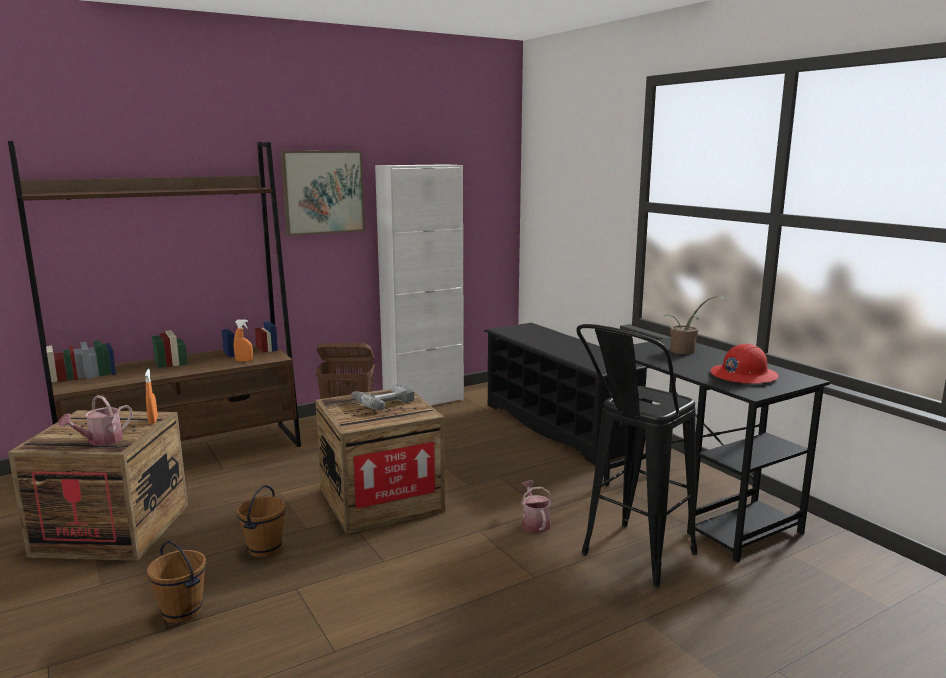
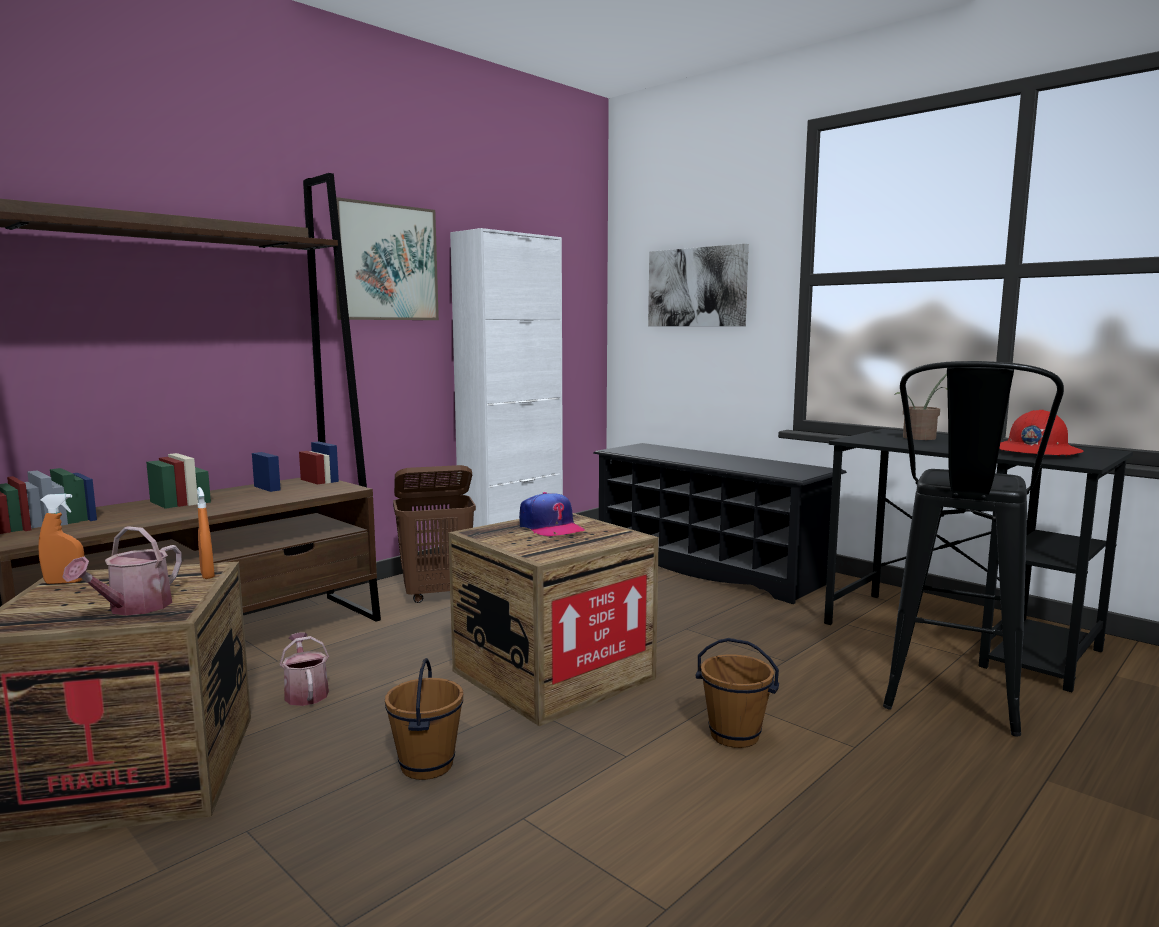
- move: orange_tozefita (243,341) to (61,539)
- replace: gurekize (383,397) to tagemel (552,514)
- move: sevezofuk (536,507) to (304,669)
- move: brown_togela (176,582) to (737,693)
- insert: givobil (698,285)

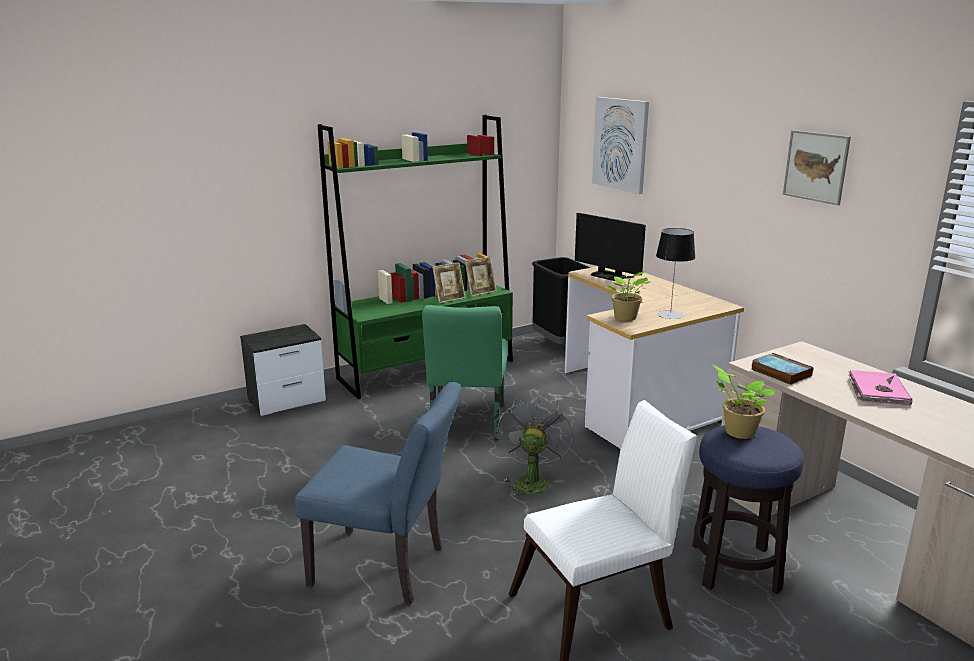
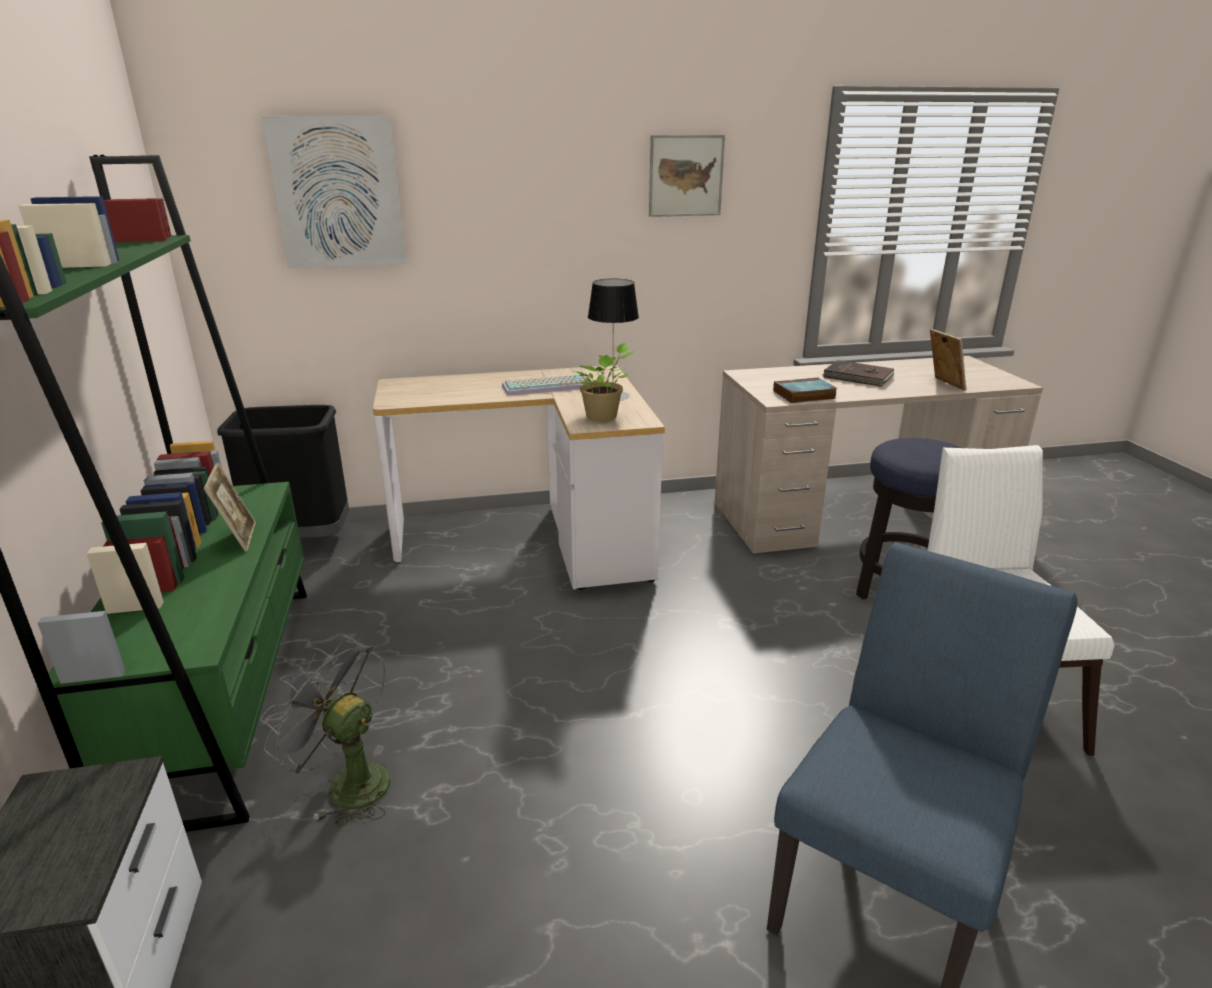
- delete: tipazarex (610,247)
- move: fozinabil (480,277) to (948,360)
- delete: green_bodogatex (465,373)
- delete: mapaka (743,402)
- recolor: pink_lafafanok (880,388) to brown_lafafanok (859,373)
- move: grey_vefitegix (535,447) to (325,731)
- insert: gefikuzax (547,385)

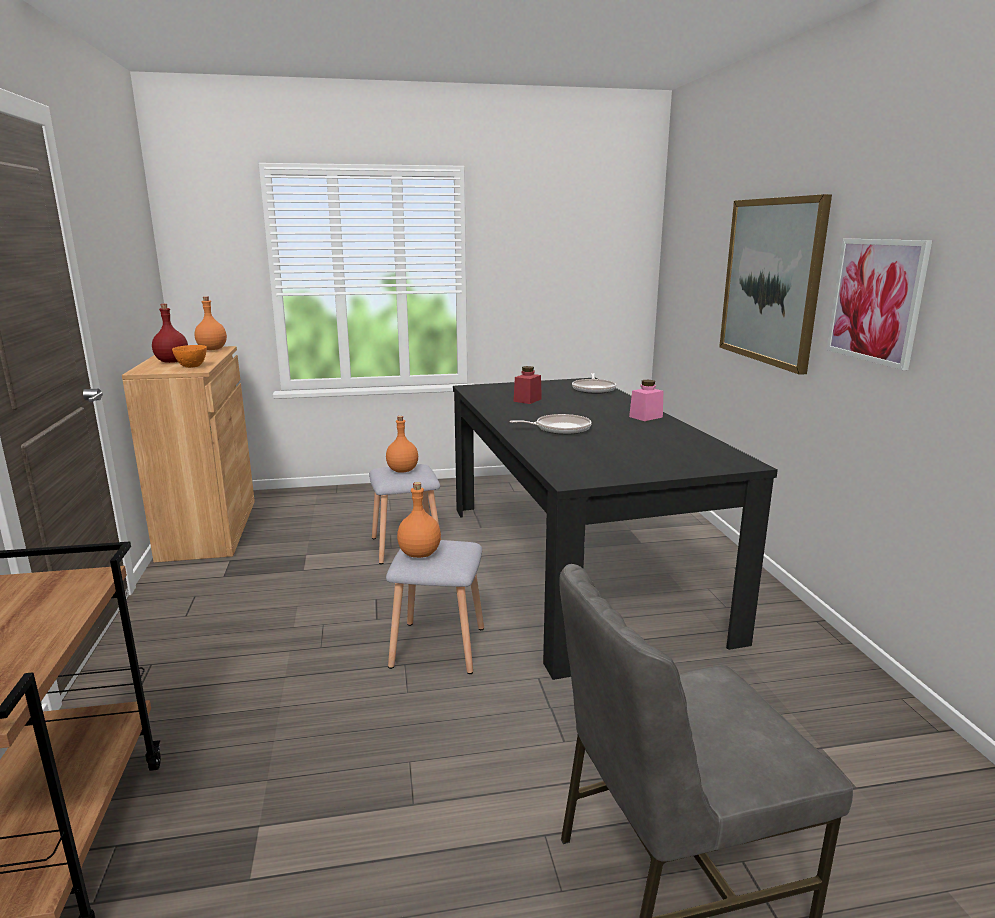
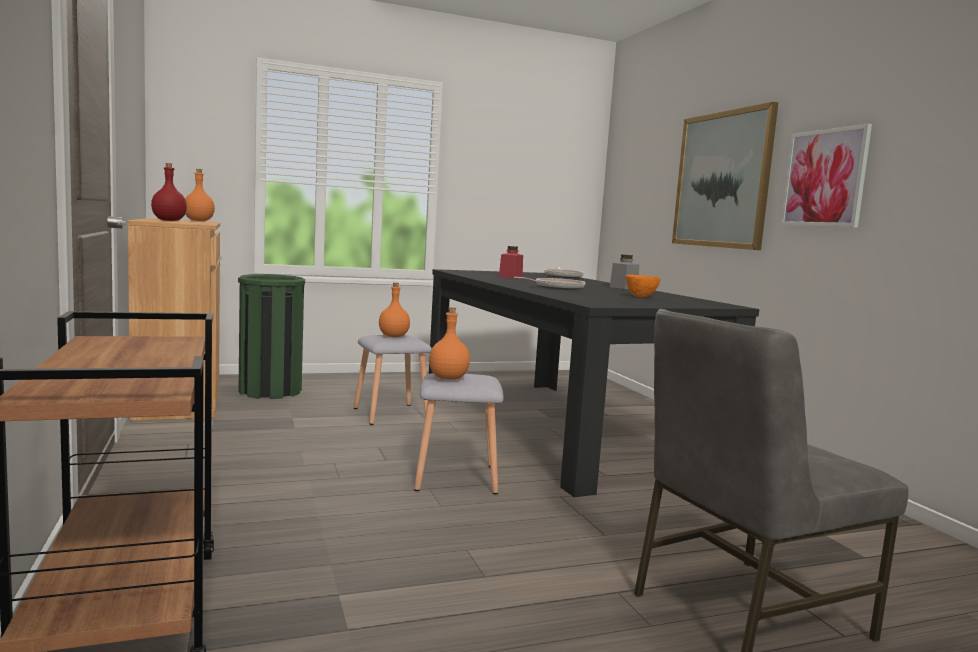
- move: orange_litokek (189,356) to (643,286)
- recolor: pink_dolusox (646,400) to grey_dolusox (624,272)
- insert: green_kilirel (271,336)

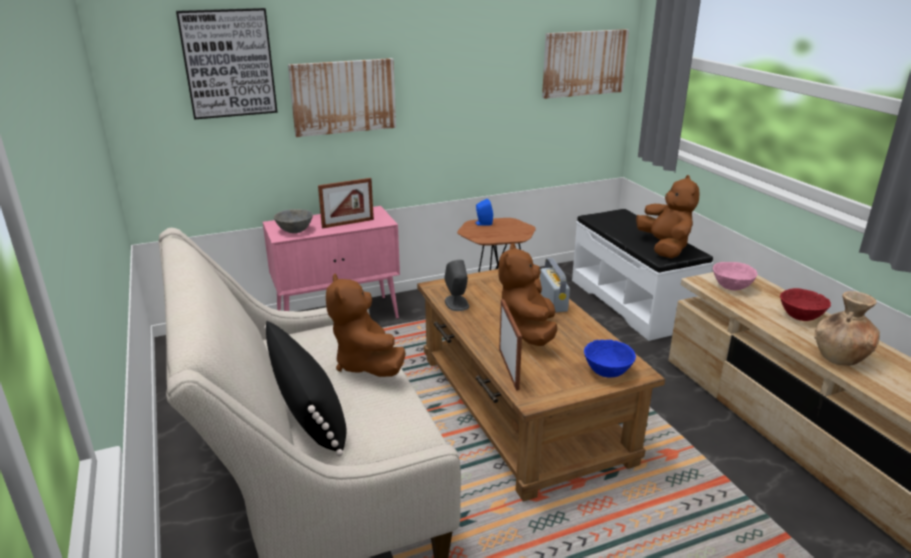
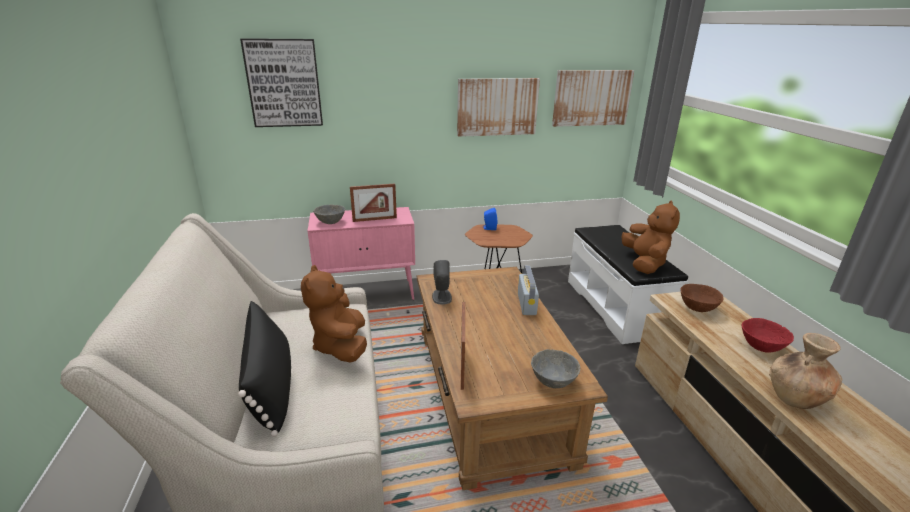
- move: givobil (342,97) to (498,107)
- delete: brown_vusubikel (527,294)
- recolor: pink_litokek (735,276) to brown_litokek (702,298)
- recolor: blue_litokek (610,359) to grey_litokek (555,368)

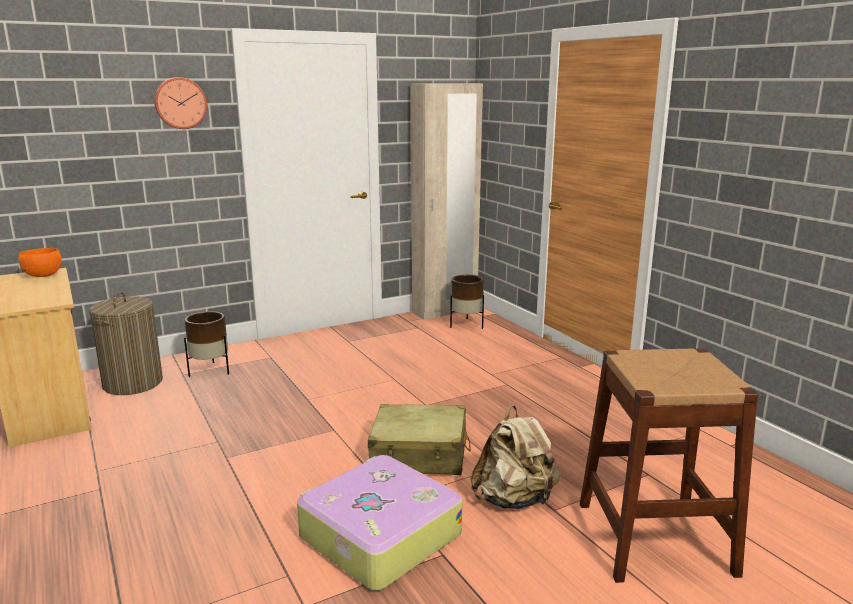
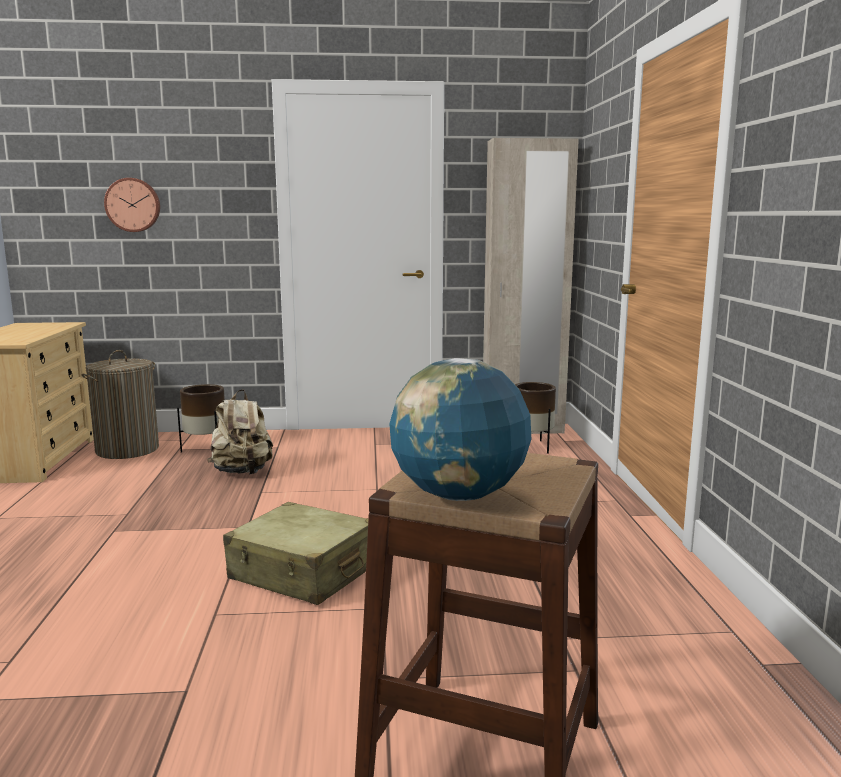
- move: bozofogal (180,103) to (132,205)
- delete: orange_litokek (40,262)
- move: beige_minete (515,457) to (240,432)
- delete: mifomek (380,522)
- insert: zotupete (460,429)

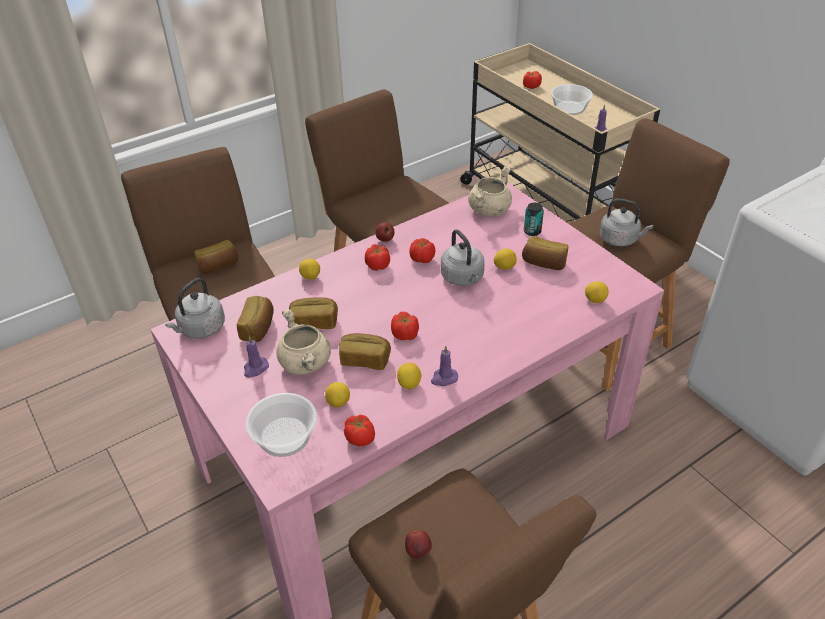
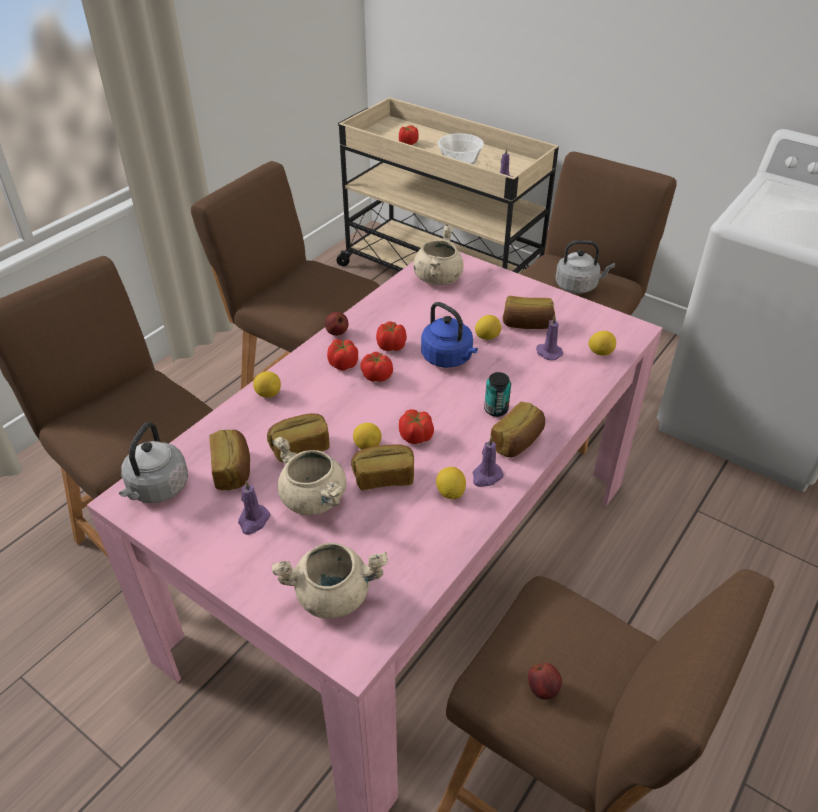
- move: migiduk (534,219) to (497,394)
- recolor: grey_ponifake (463,257) to blue_ponifake (449,335)
- move: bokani (216,257) to (517,429)
- move: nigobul (337,394) to (367,436)
- replace: litokek (281,425) to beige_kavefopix (330,581)
- move: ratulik (359,430) to (376,367)
- insert: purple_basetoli (549,337)

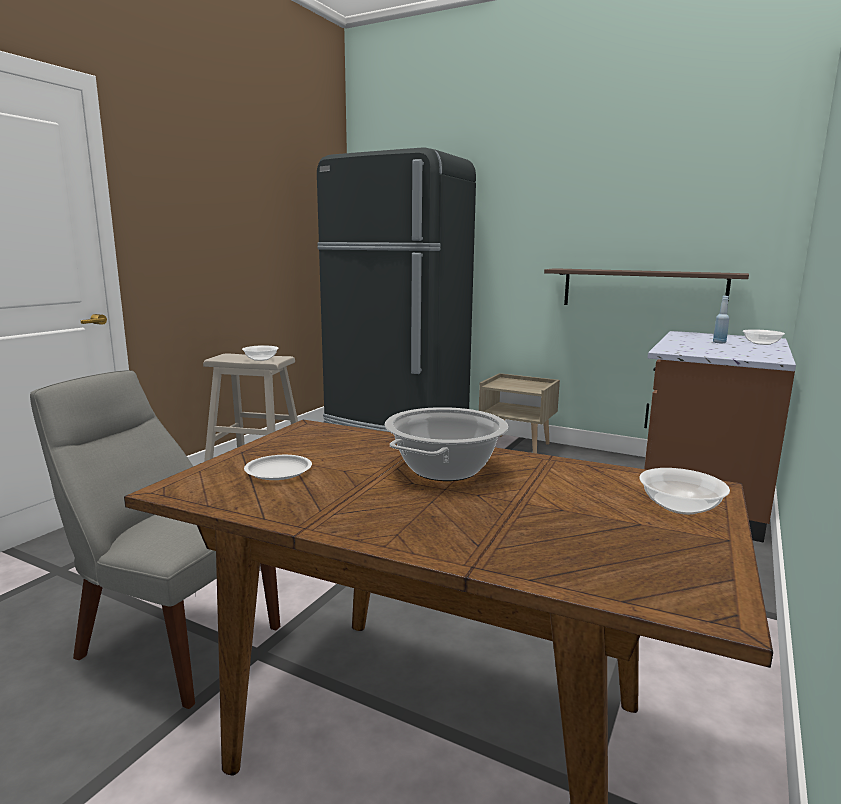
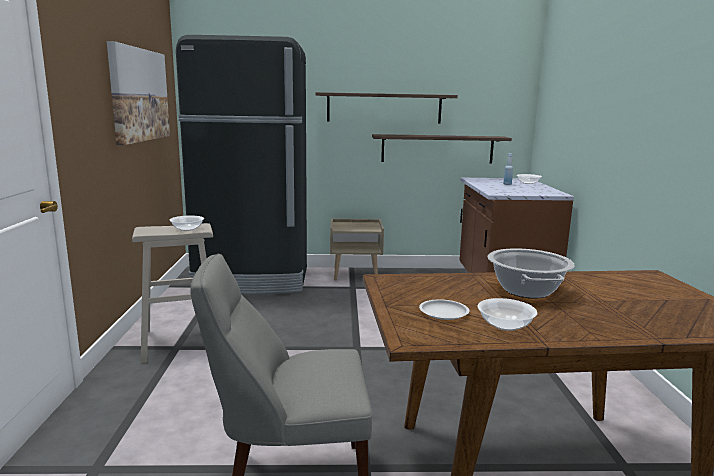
- move: litokek (684,491) to (507,314)
- insert: givobil (138,93)
- insert: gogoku (387,108)

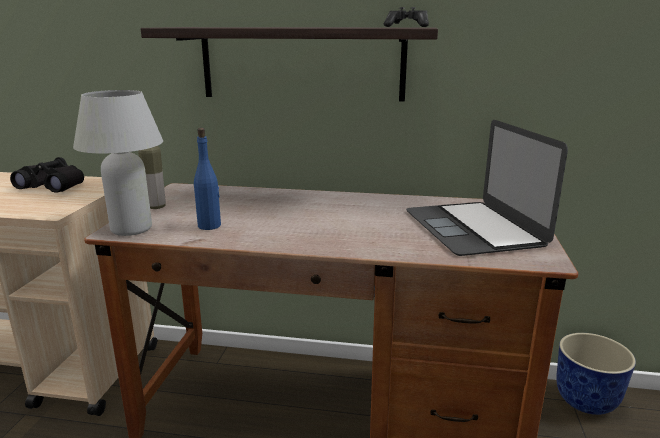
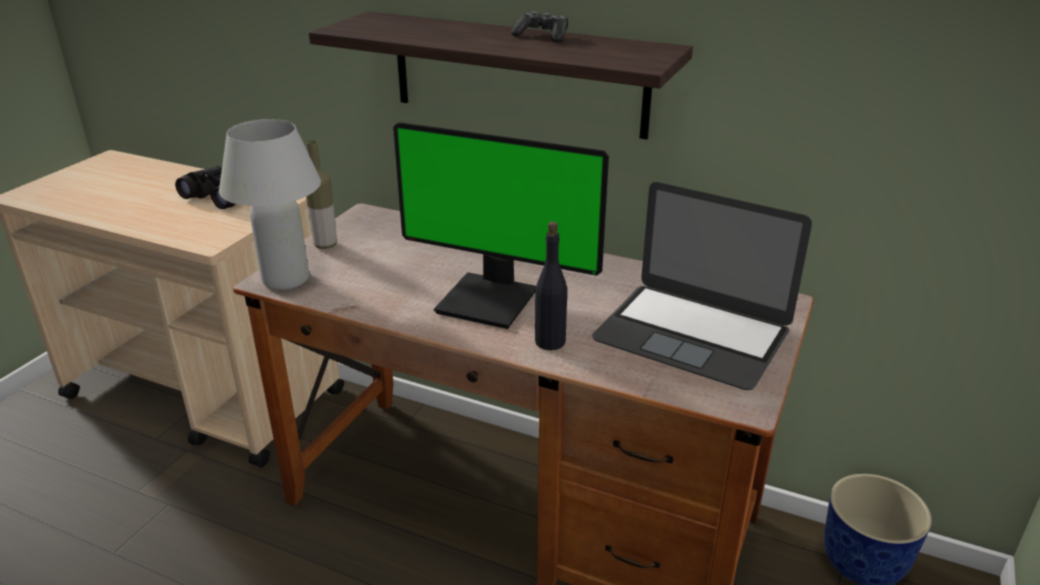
- move: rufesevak (406,17) to (539,27)
- rotate: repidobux (487,188) = (702,286) 60 degrees counterclockwise
- delete: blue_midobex (207,179)
- insert: tipazarex (501,225)
- insert: black_midobex (551,286)

